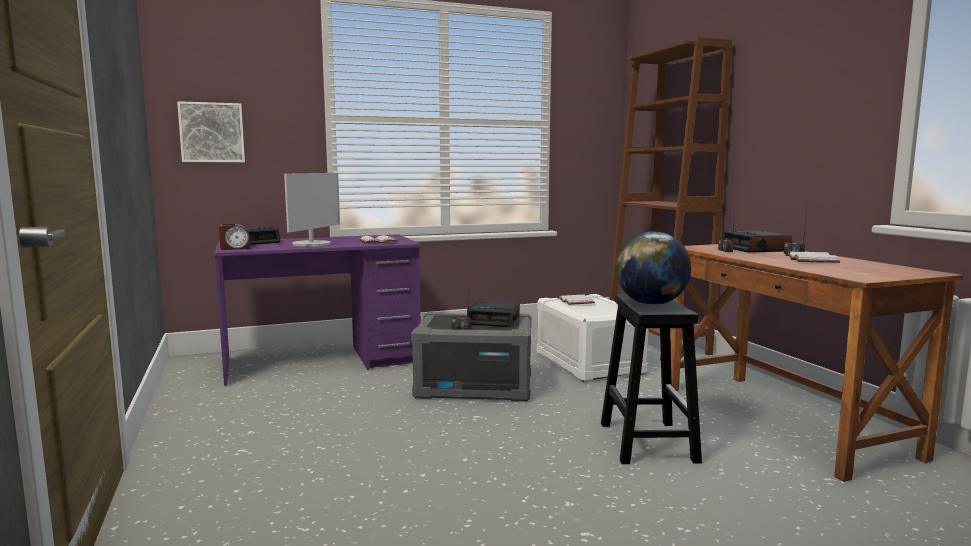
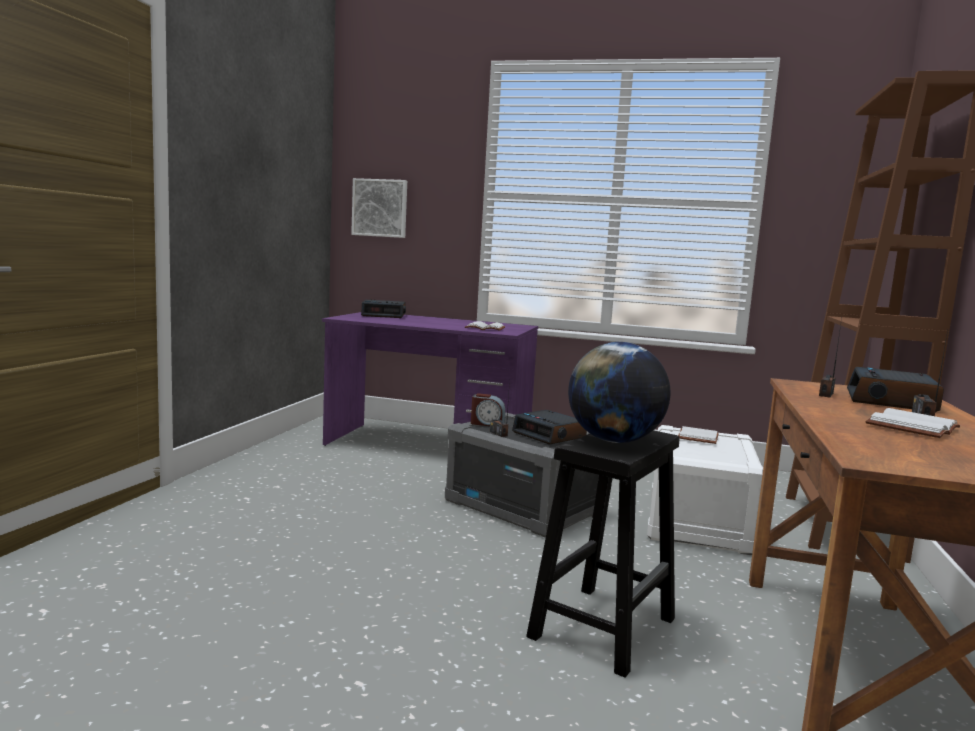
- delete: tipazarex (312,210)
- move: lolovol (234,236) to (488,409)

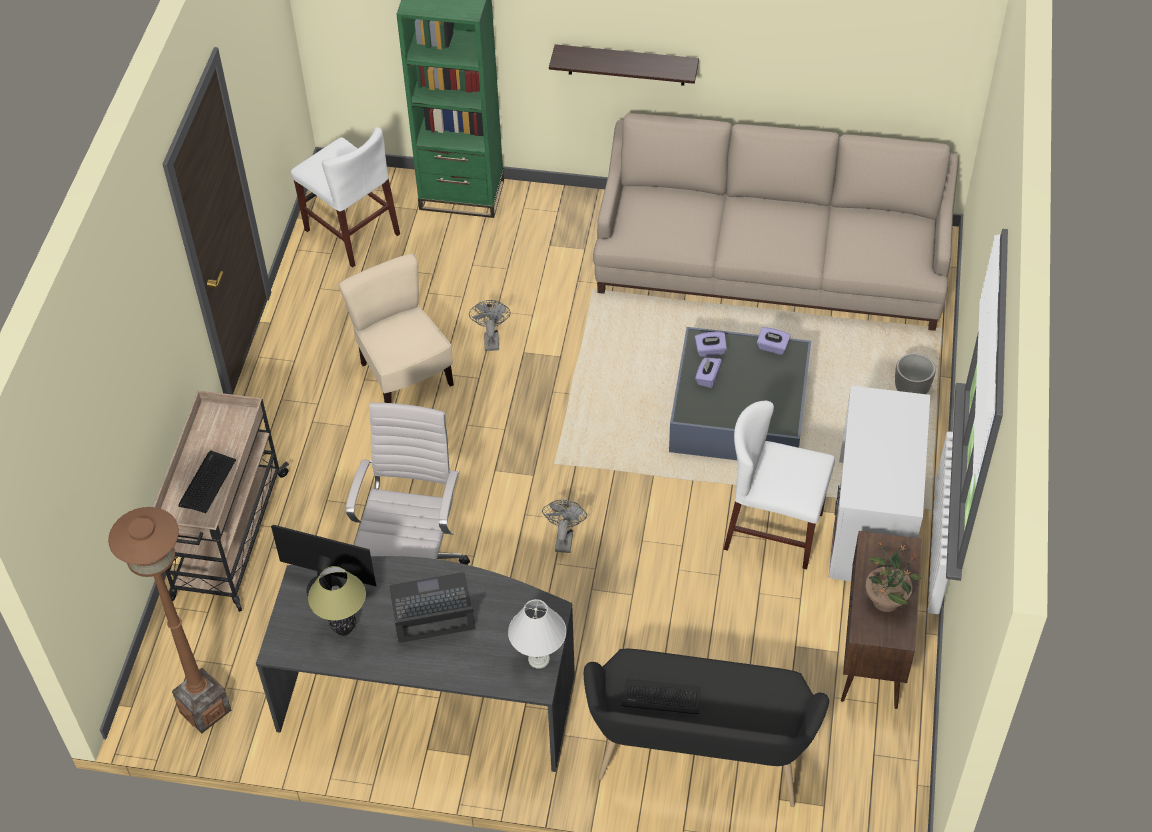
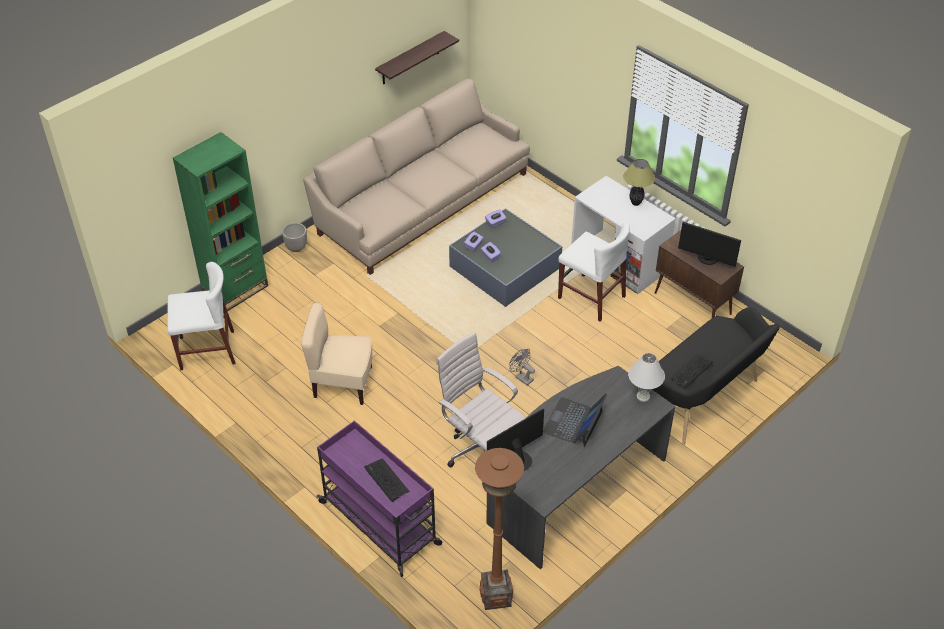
- move: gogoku (624,65) to (417,58)
- delete: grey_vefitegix (490,325)
- move: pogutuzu (915,373) to (294,237)
- recolor: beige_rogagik (221,501) to purple_rogagik (379,498)
- rotate: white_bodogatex (779,485) = (594,272) 105 degrees counterclockwise
- replace: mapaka (893,576) to tipazarex (709,244)
- move: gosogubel (337,601) to (639,182)

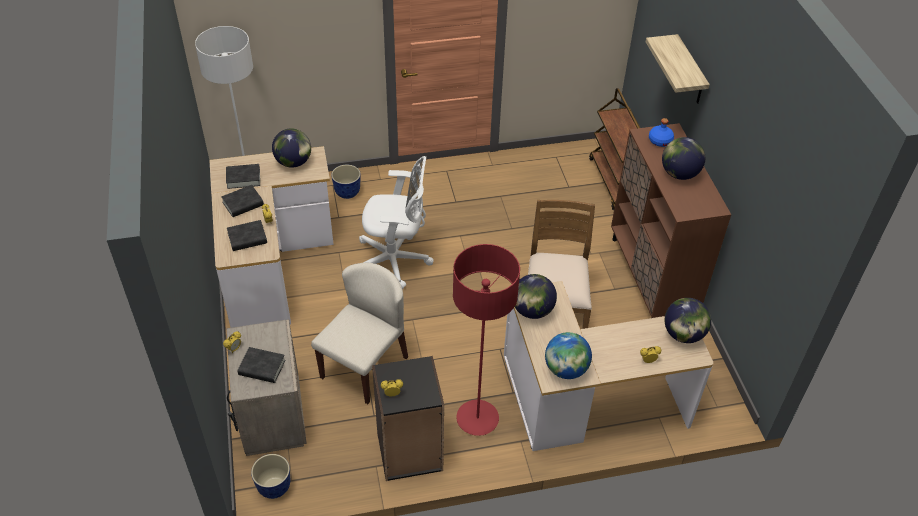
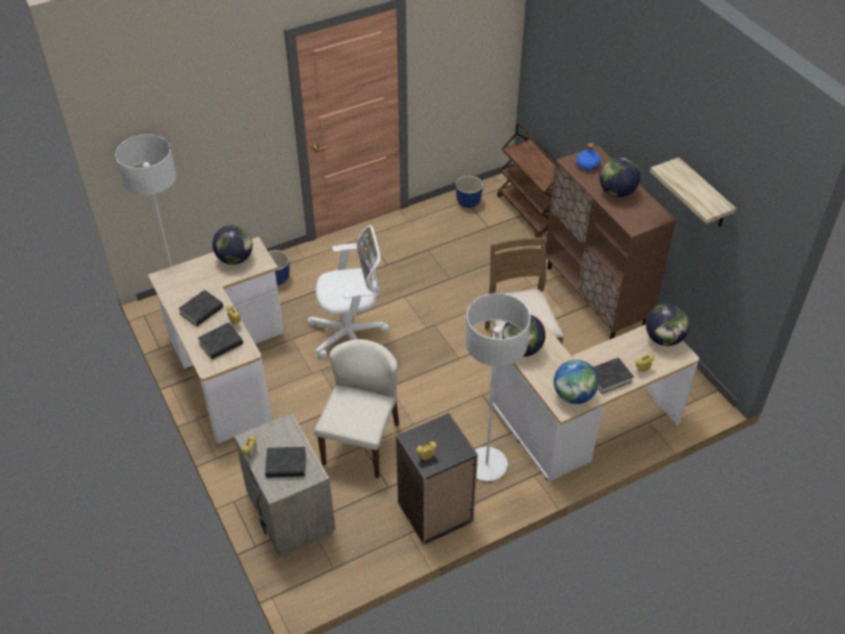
- move: gogoku (678,69) to (693,192)
- move: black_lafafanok (243,176) to (613,376)
- recolor: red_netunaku (486,340) to grey_netunaku (498,387)
- move: pogutuzu (270,476) to (469,192)

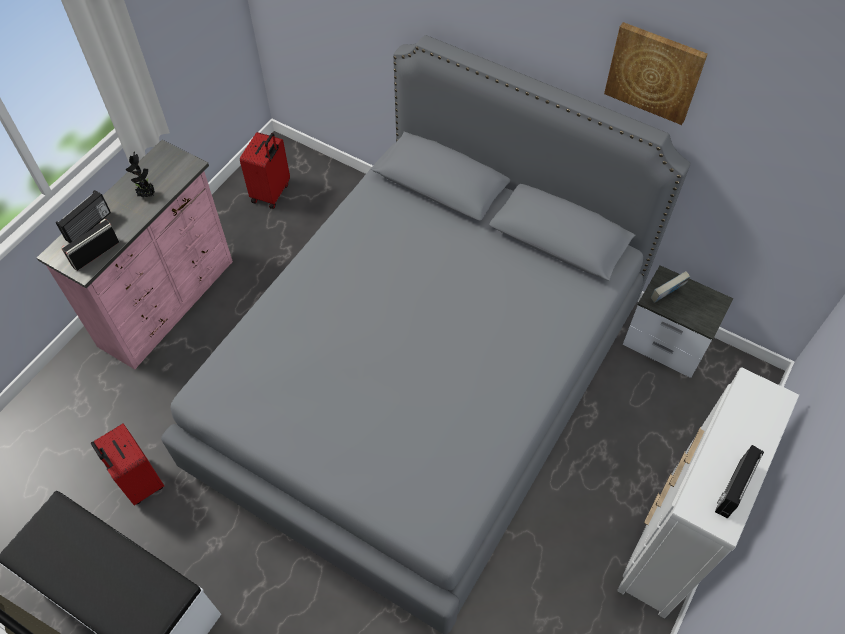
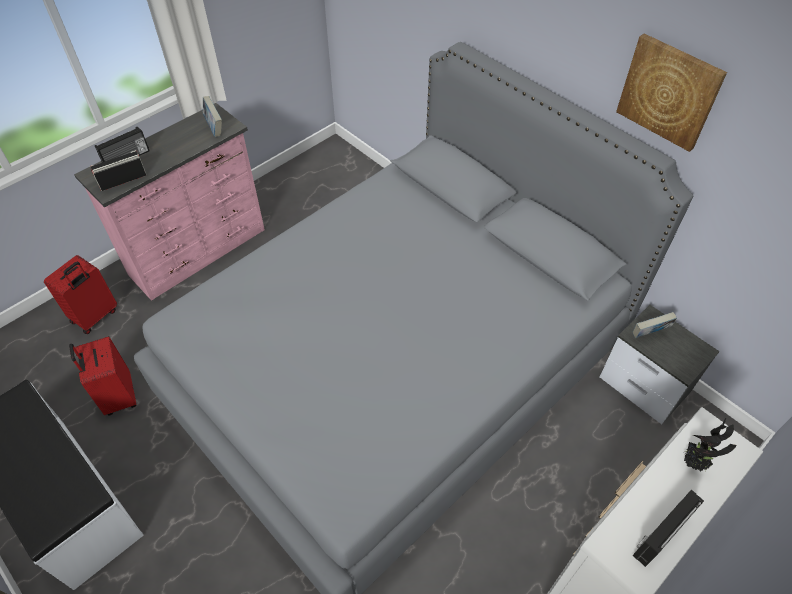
- move: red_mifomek (265,170) to (80,294)
- move: mapaka (140,175) to (710,445)
- insert: lafafanok (212,116)

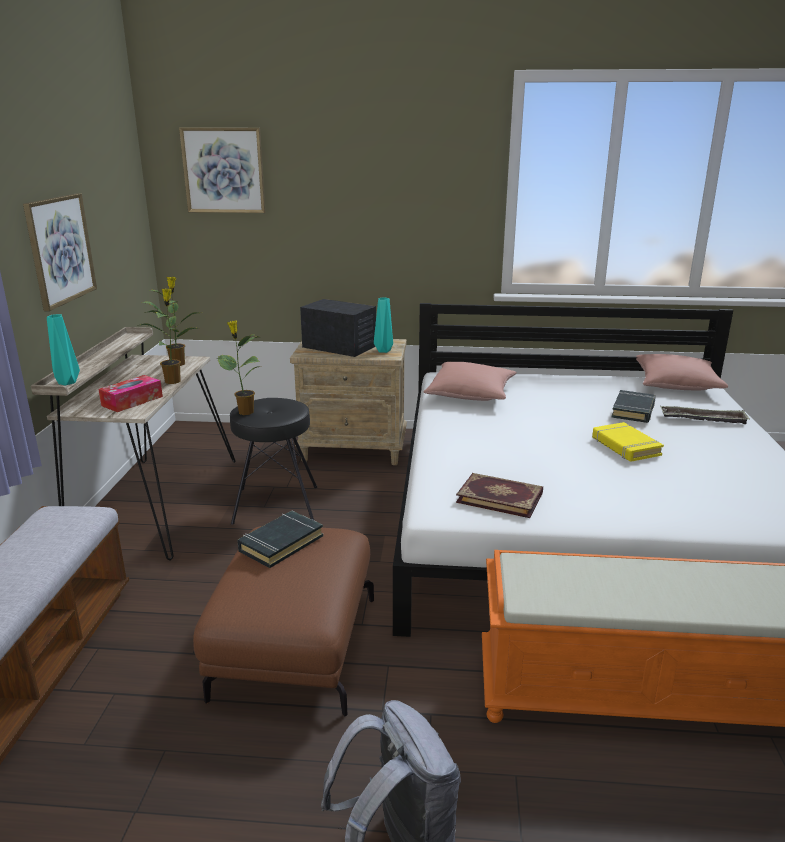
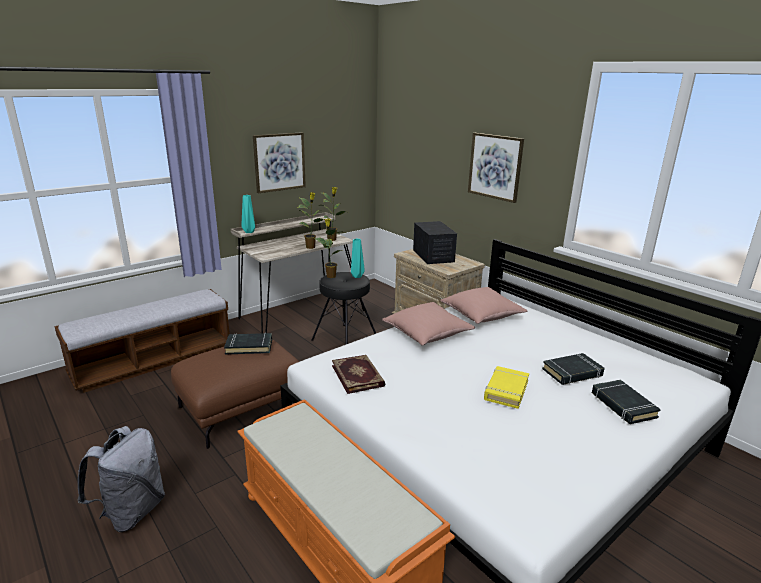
- move: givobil (222,170) to (496,168)
- move: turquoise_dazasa (383,325) to (358,258)
- move: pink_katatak (681,372) to (428,324)
- delete: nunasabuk (130,393)
- replace: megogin (705,415) to black_lafafanok (626,402)

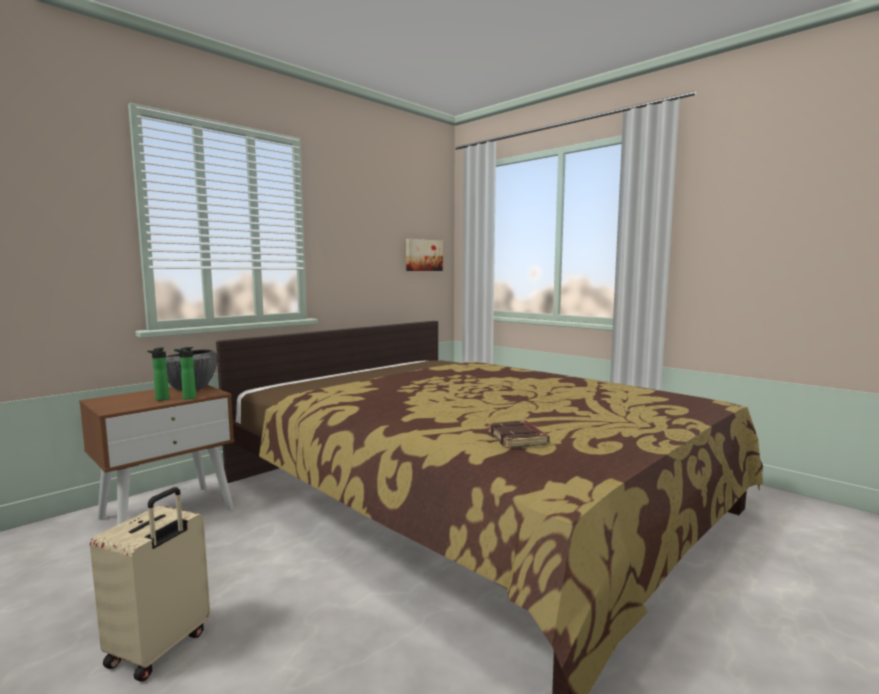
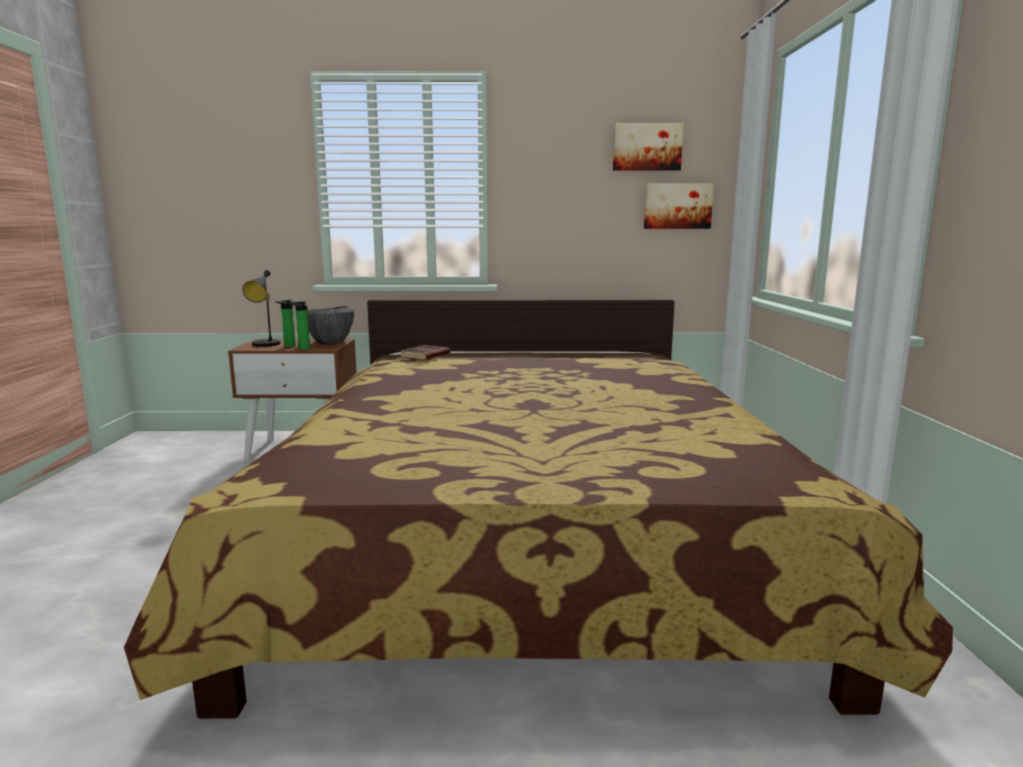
- move: brown_lafafanok (519,434) to (425,352)
- delete: beige_mifomek (150,584)
- insert: givobil (648,147)
- insert: black_gosogubel (261,308)

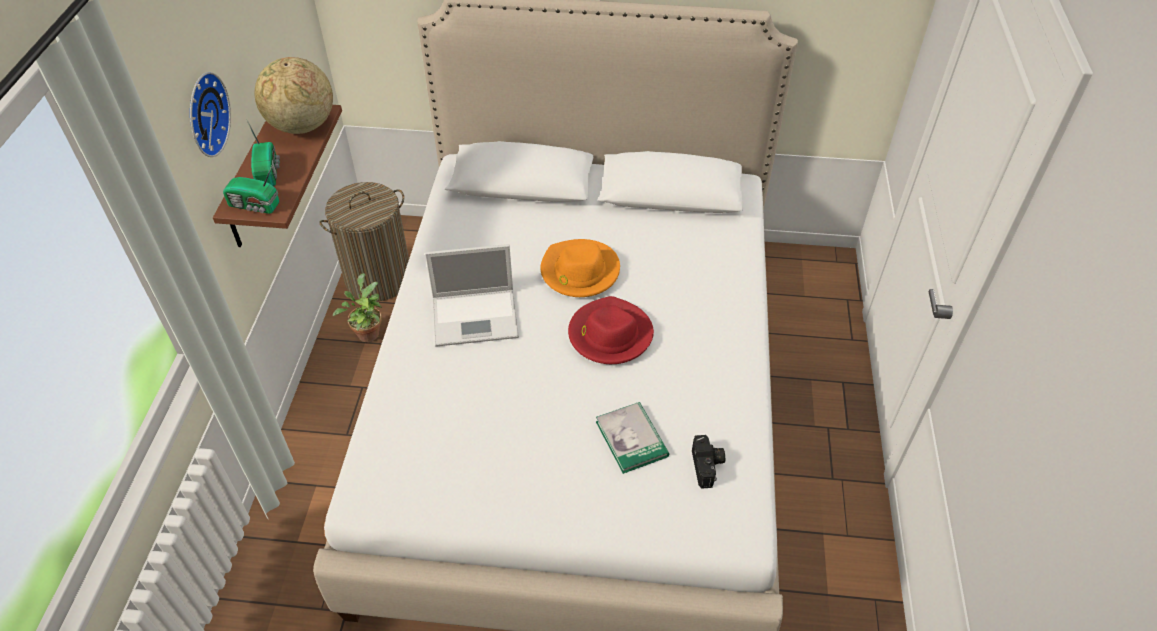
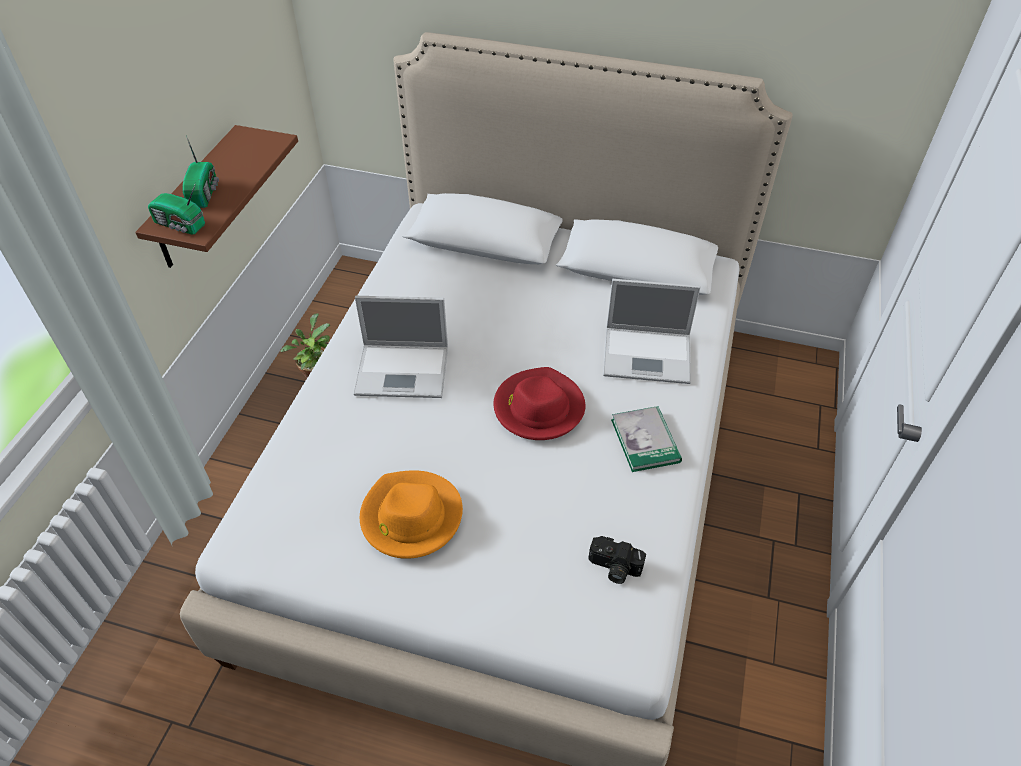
- delete: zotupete (294,95)
- delete: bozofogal (210,114)
- delete: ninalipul (364,242)
- move: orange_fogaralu (580,268) to (411,514)
- move: lafafanok (632,438) to (646,439)
- rotate: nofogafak (708,462) = (617,560) 105 degrees clockwise
- insert: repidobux (651,331)

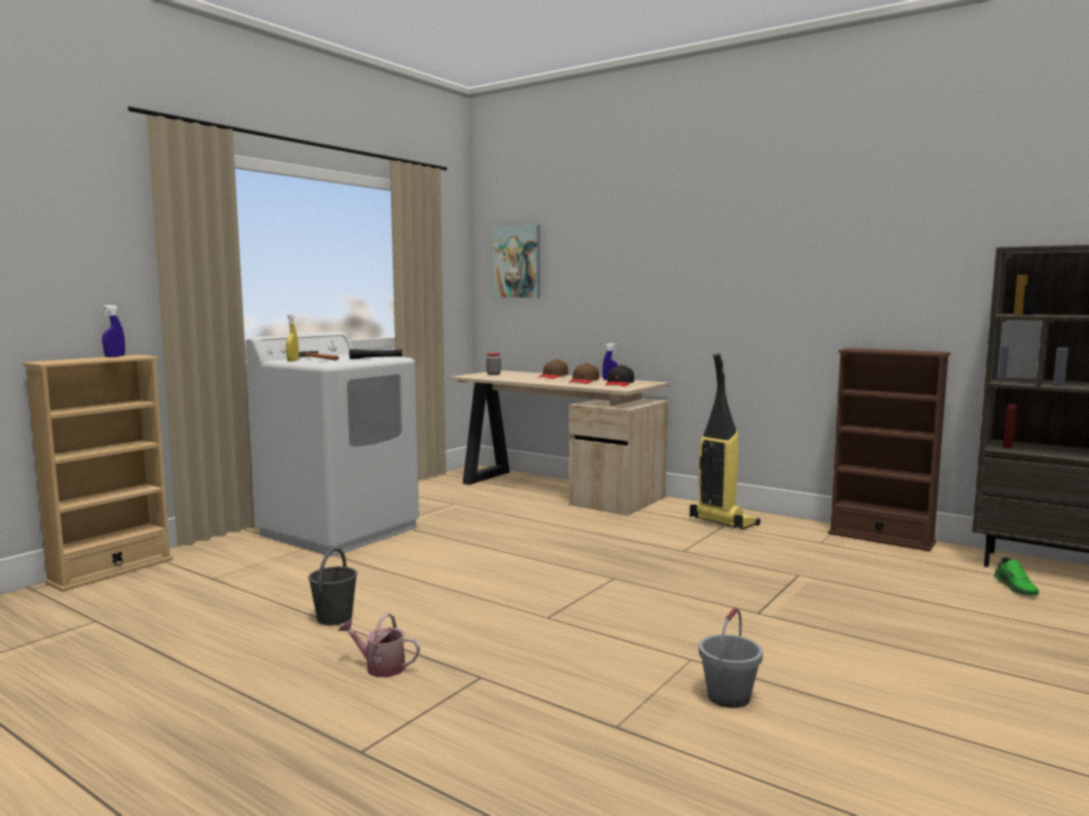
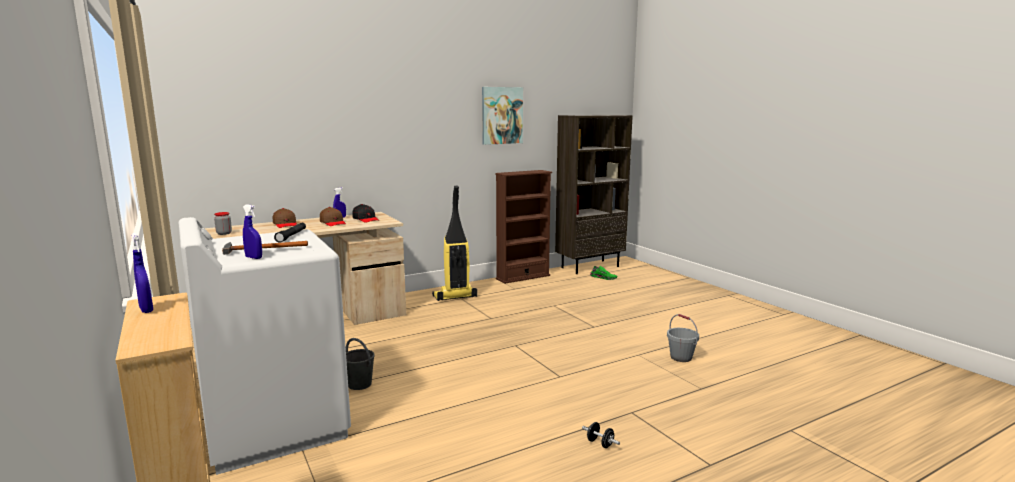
- move: givobil (516,261) to (502,116)
- recolor: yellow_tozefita (292,337) to blue_tozefita (252,231)
- move: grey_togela (332,586) to (360,364)
- replace: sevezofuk (379,645) to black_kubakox (601,435)

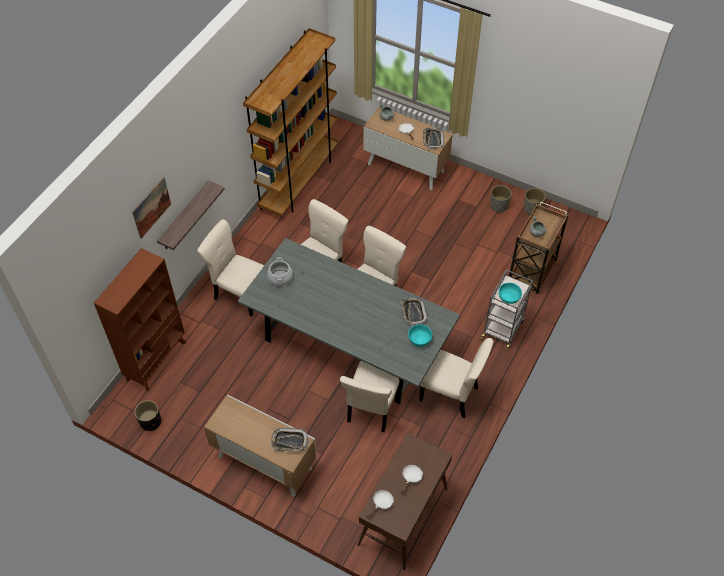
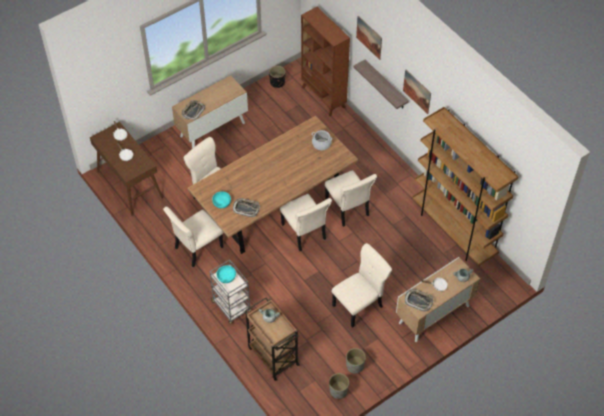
- move: beige_bodogatex (230,268) to (361,285)
- recolor: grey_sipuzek (349,321) to brown_sipuzek (273,185)
- insert: givobil (417,92)

